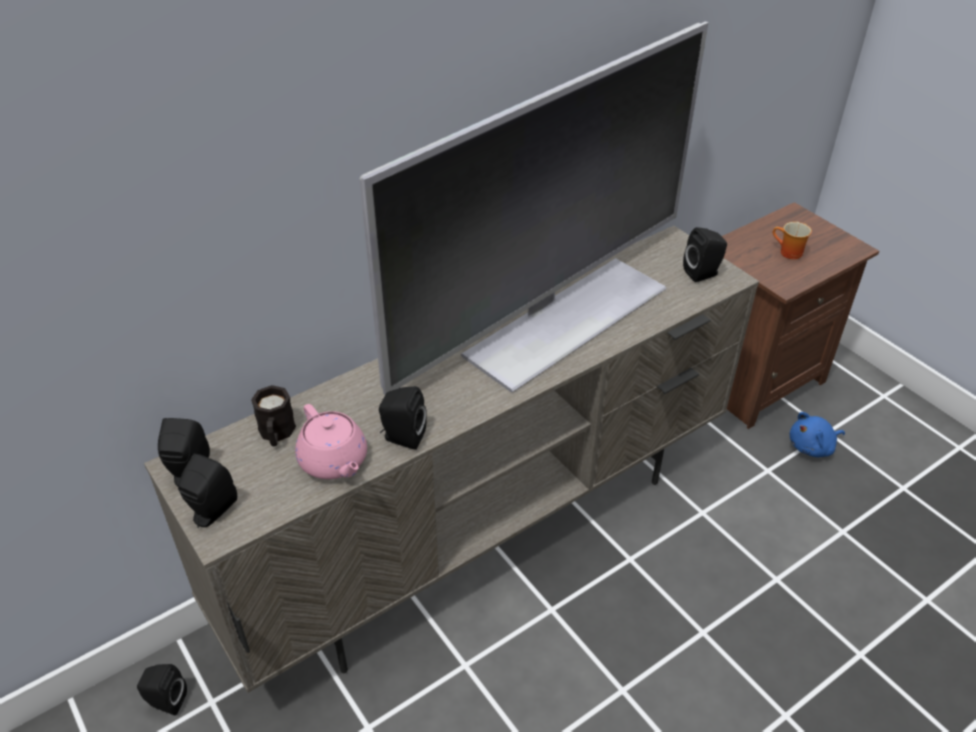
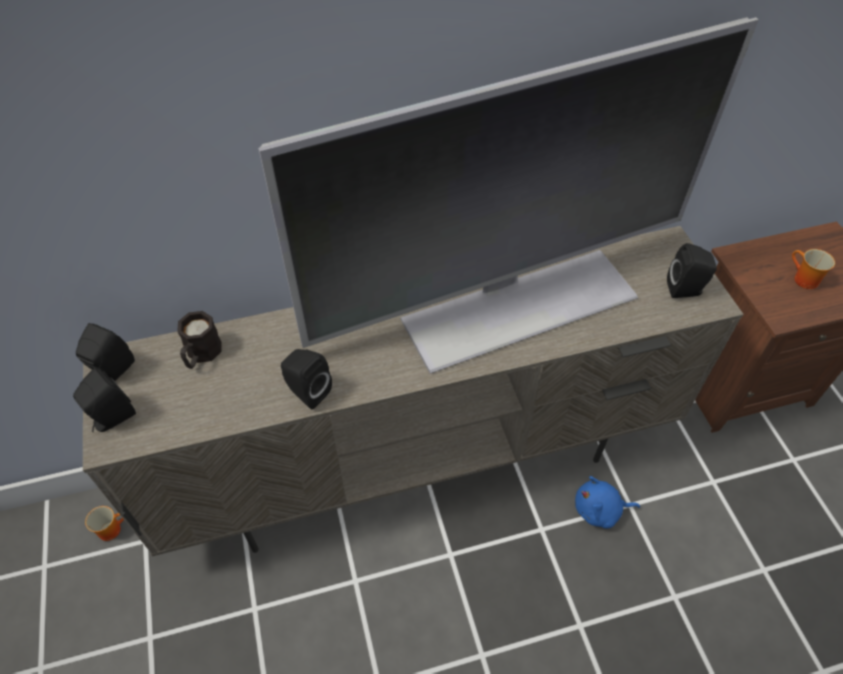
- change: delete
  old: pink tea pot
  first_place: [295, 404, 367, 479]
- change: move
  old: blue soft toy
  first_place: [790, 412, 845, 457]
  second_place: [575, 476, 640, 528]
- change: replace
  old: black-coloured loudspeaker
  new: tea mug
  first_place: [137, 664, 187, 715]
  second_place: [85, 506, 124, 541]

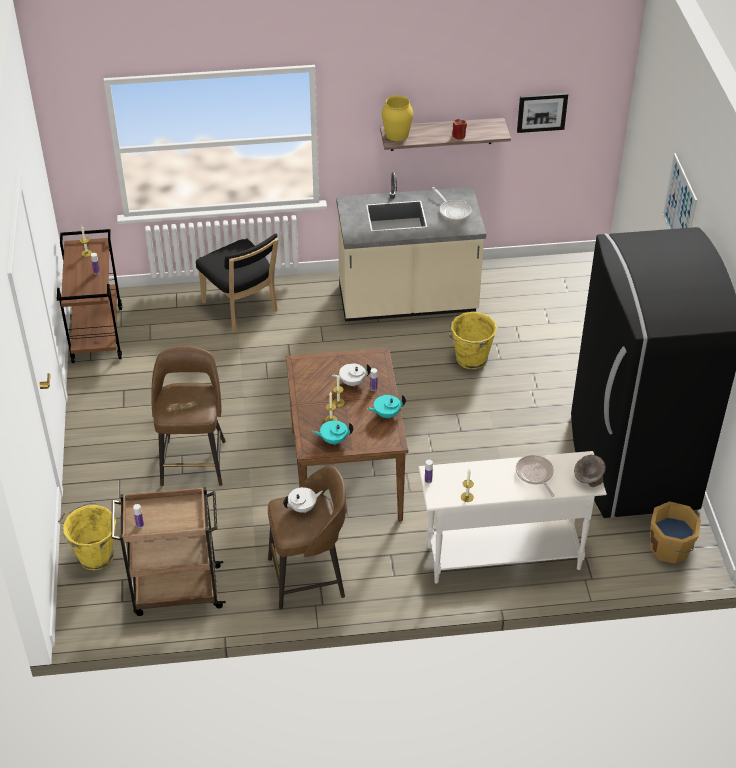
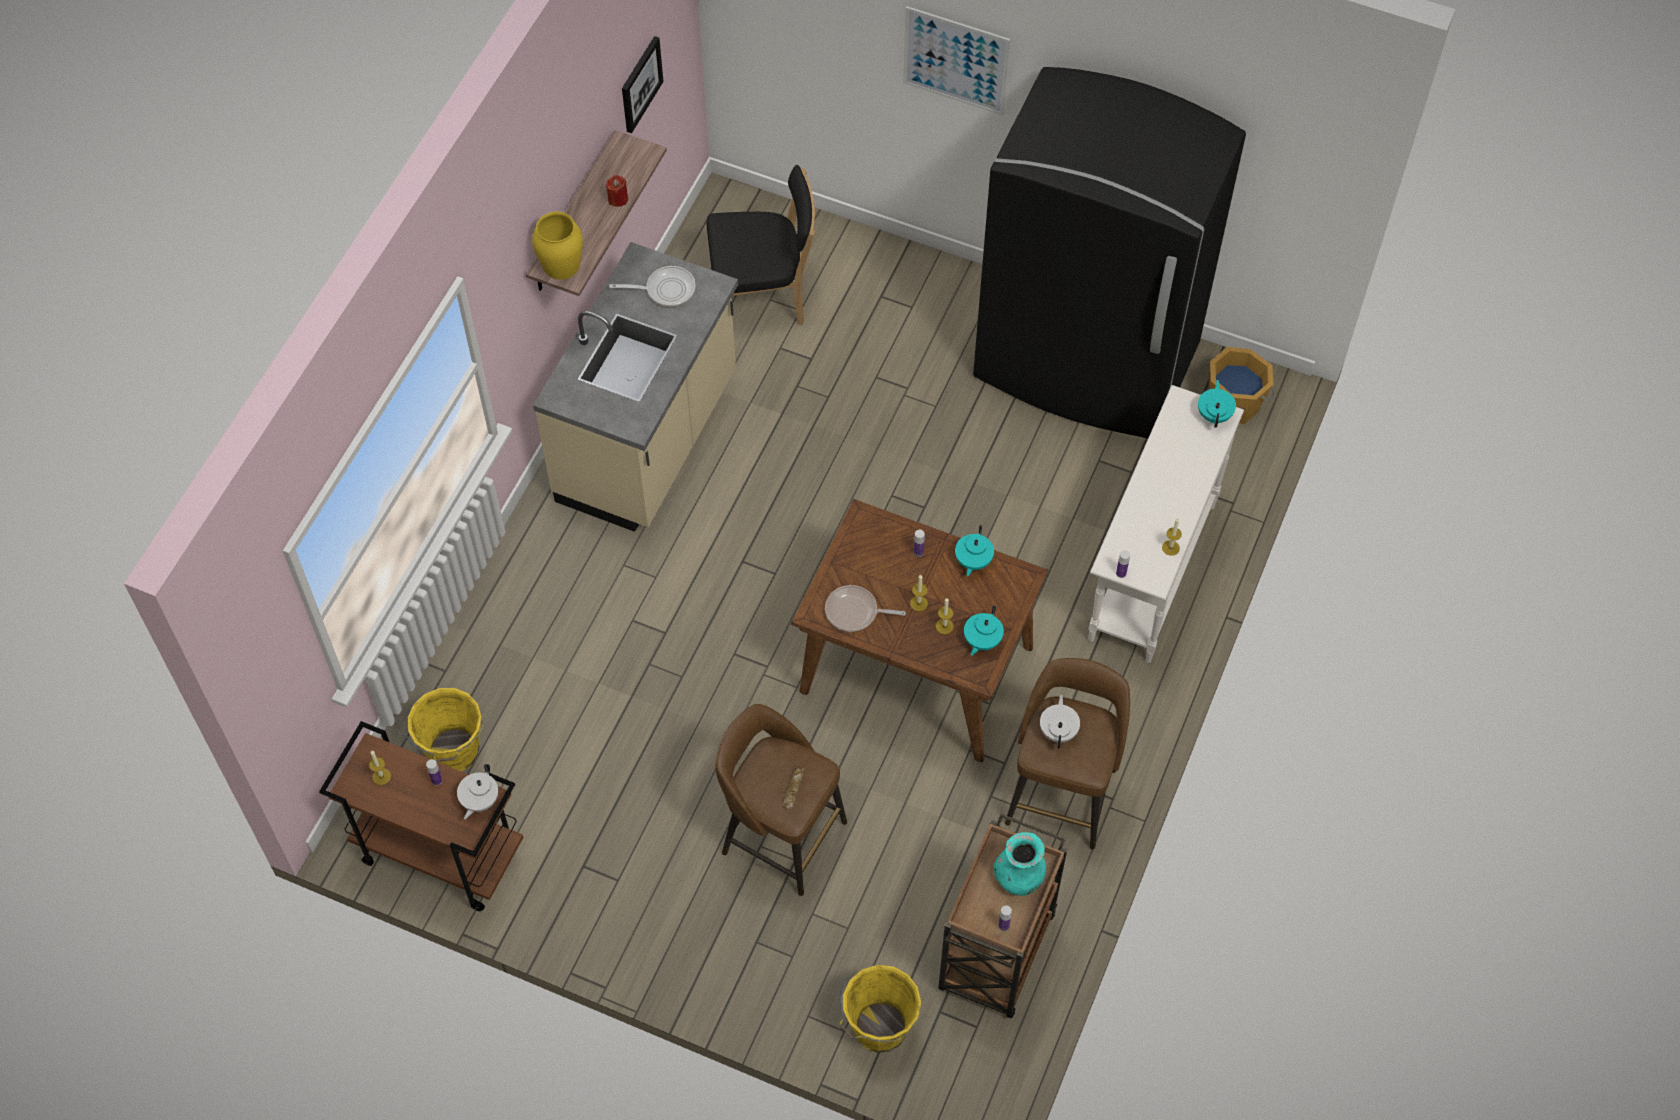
- change: move
  old: black-coloured chair
  first_place: [196, 234, 279, 332]
  second_place: [707, 165, 815, 325]
- change: move
  old: yellow bucket
  first_place: [449, 312, 497, 369]
  second_place: [404, 688, 484, 772]
- change: move
  old: white-coloured tea pot
  first_place: [332, 363, 371, 386]
  second_place: [457, 764, 498, 819]
- change: move
  old: skillet
  first_place: [516, 455, 555, 497]
  second_place: [825, 585, 906, 632]
- change: replace
  old: grey bowl
  new: blue-green tea pot
  first_place: [574, 455, 606, 487]
  second_place: [1198, 380, 1236, 428]
- change: insert
  new: blue-green flower vase
  second_place: [994, 832, 1046, 896]

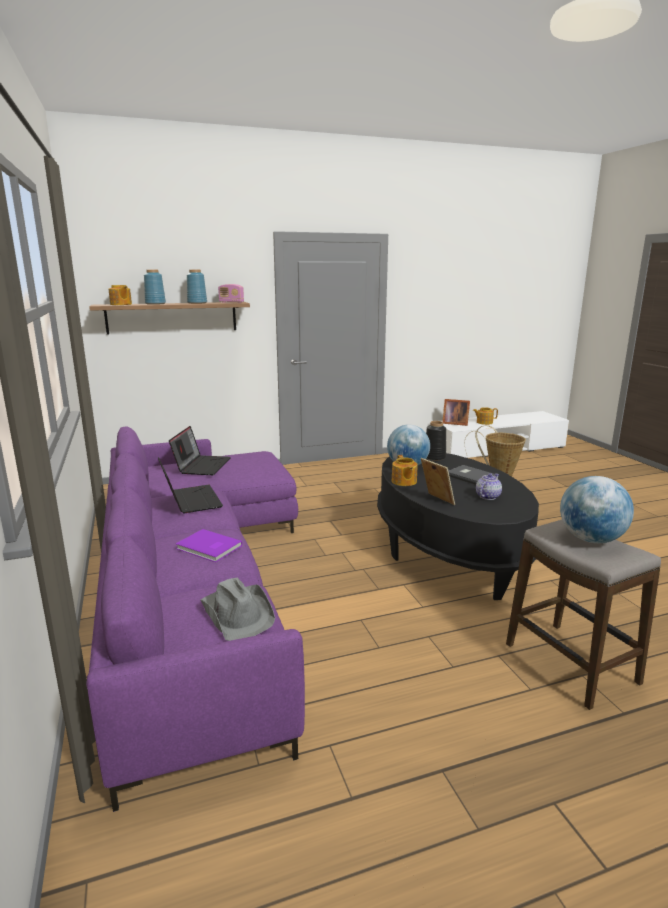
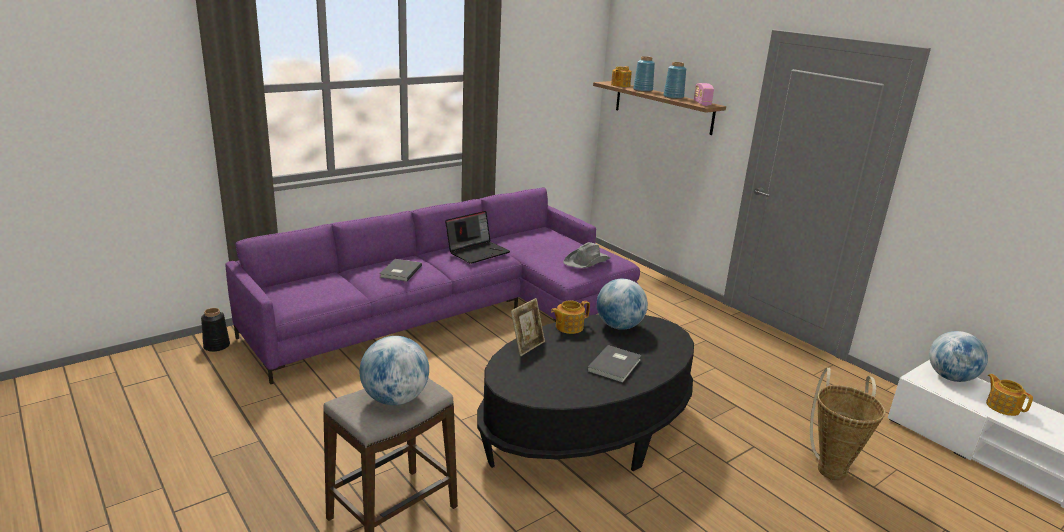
- change: replace
  old: picture frame
  new: world globe
  first_place: [442, 399, 470, 426]
  second_place: [929, 331, 988, 382]
- change: move
  old: black-coloured flower vase
  first_place: [426, 421, 446, 461]
  second_place: [201, 308, 230, 352]
- change: delete
  old: portable computer
  first_place: [169, 426, 231, 475]
- change: delete
  old: tea pot
  first_place: [476, 473, 502, 500]
- change: recolor
  old: purple-coloured bound book
  new: grey bound book
  first_place: [176, 529, 242, 562]
  second_place: [379, 259, 422, 281]
- change: move
  old: grey hat
  first_place: [201, 578, 275, 641]
  second_place: [563, 242, 610, 268]

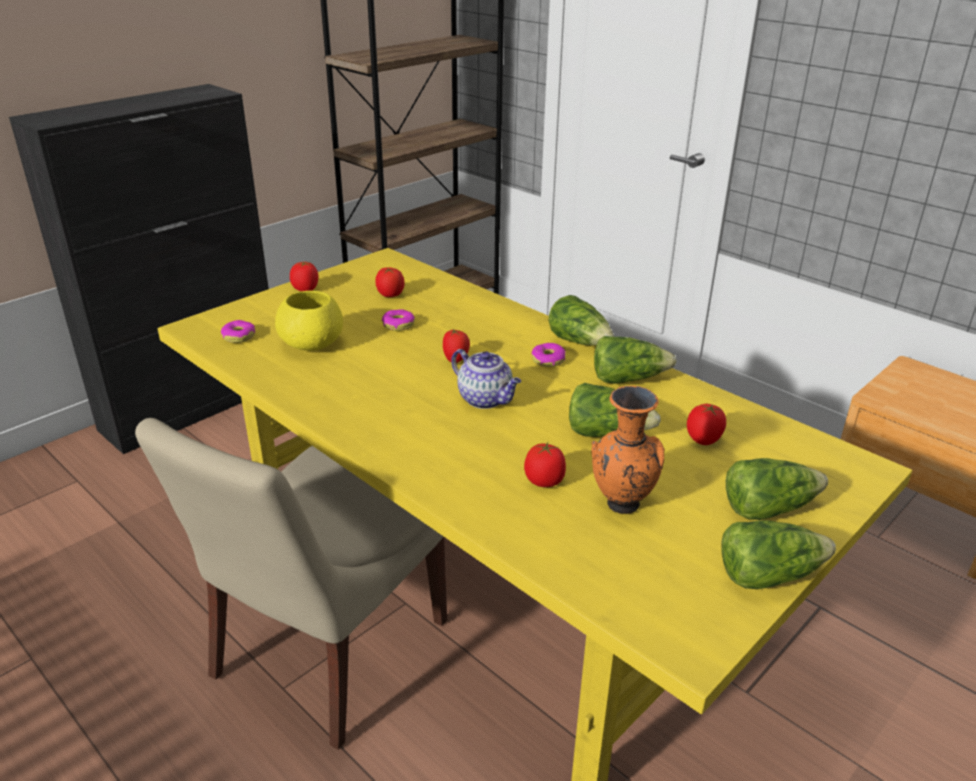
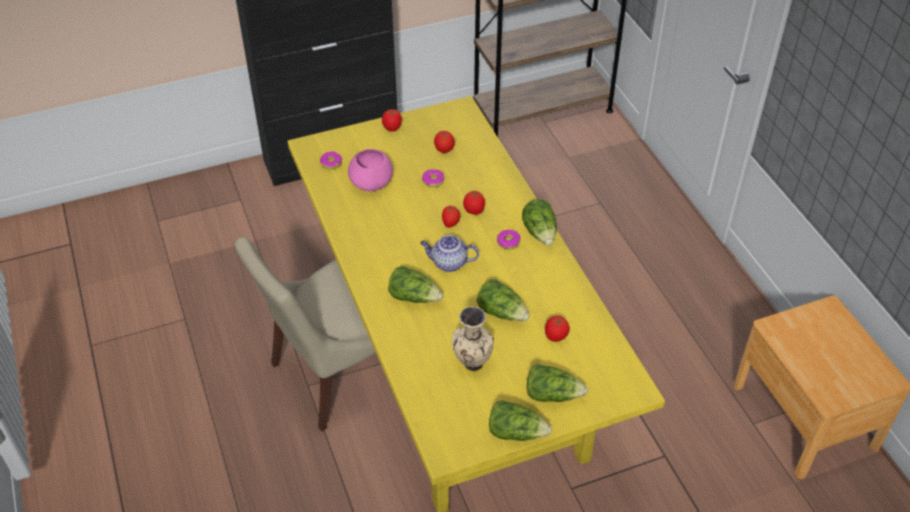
- change: recolor
  old: yellow bowl
  new: pink bowl
  first_place: [275, 291, 343, 351]
  second_place: [348, 149, 393, 191]
- change: move
  old: head of lettuce
  first_place: [594, 336, 677, 384]
  second_place: [388, 266, 443, 303]
- change: rotate
  old: tea pot
  first_place: [451, 349, 521, 409]
  second_place: [420, 235, 479, 272]
  degrees: 120
- change: recolor
  old: orange-coloured flower vase
  new: sand-coloured flower vase
  first_place: [591, 386, 665, 514]
  second_place: [452, 306, 494, 371]
- change: move
  old: whole tomato
  first_place: [524, 442, 566, 487]
  second_place: [463, 191, 485, 215]

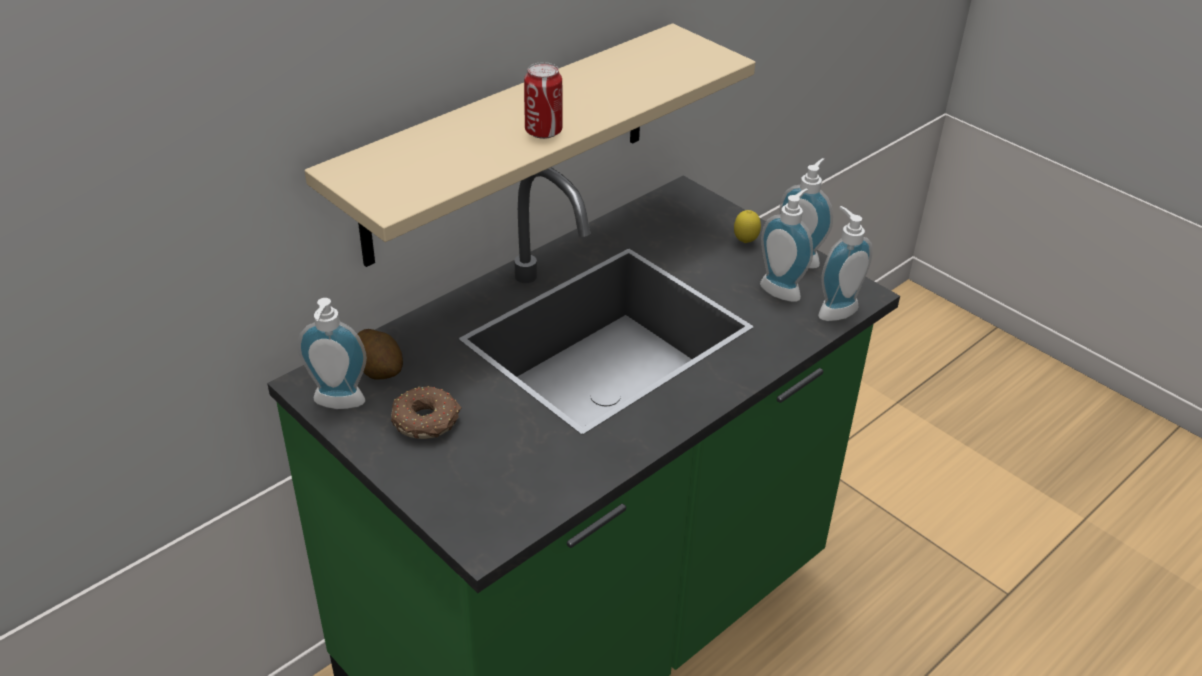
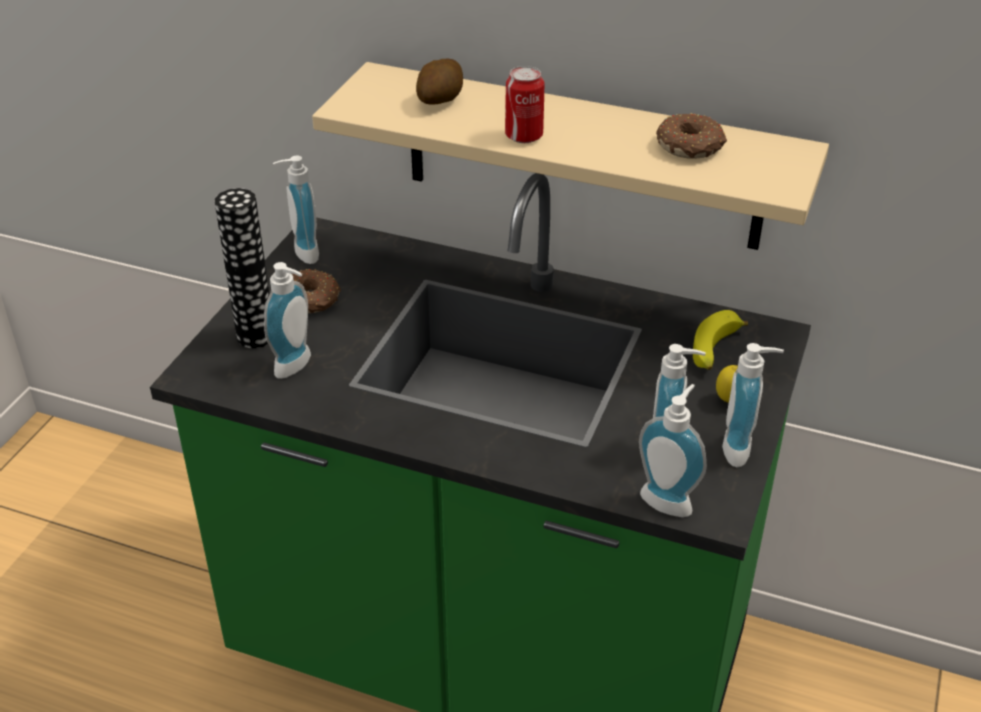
- change: move
  old: whole potato
  first_place: [358, 329, 403, 379]
  second_place: [416, 58, 463, 105]
- change: insert
  new: donut
  second_place: [656, 113, 727, 159]
- change: insert
  new: flower vase
  second_place: [214, 188, 269, 348]
- change: insert
  new: soap bottle
  second_place: [264, 262, 311, 379]
- change: insert
  new: banana fruit
  second_place: [693, 310, 748, 370]

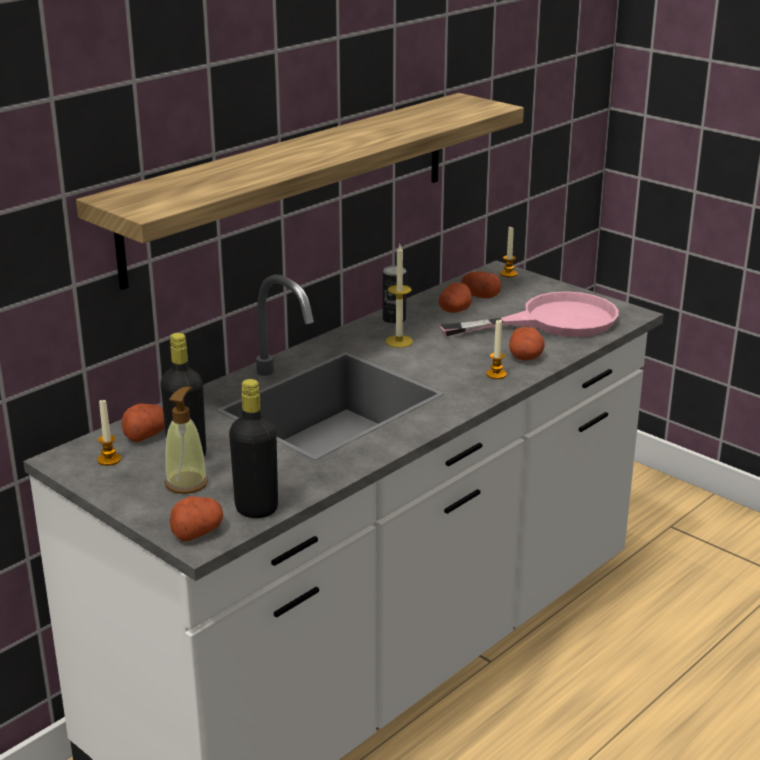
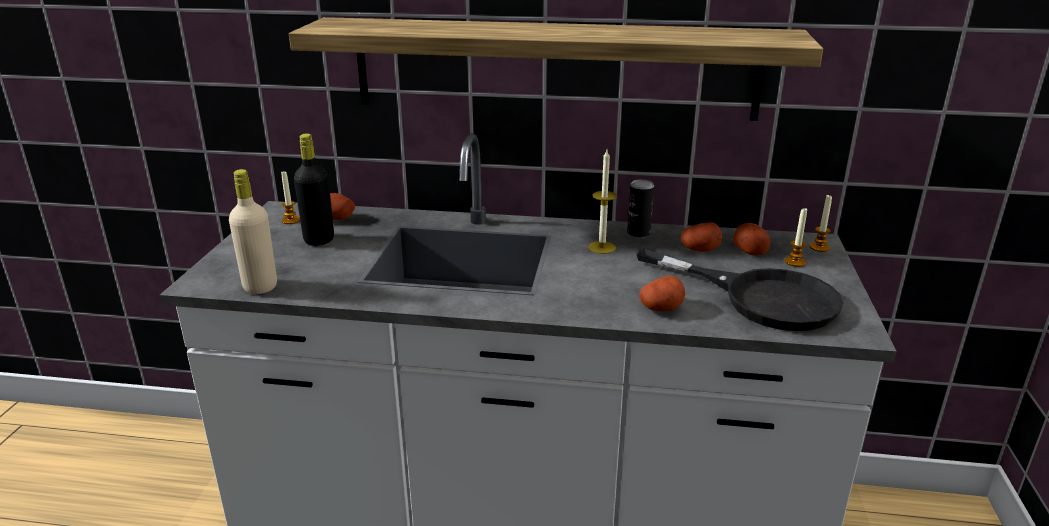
- change: recolor
  old: pink skillet
  new: black-coloured skillet
  first_place: [440, 291, 619, 337]
  second_place: [636, 249, 843, 331]
- change: move
  old: wax light
  first_place: [486, 320, 507, 379]
  second_place: [785, 207, 807, 267]
- change: recolor
  old: black-coloured drink bottle
  new: sand-coloured drink bottle
  first_place: [229, 379, 278, 518]
  second_place: [229, 169, 277, 294]
- change: delete
  old: soap bottle
  first_place: [165, 387, 208, 494]
- change: delete
  old: whole potato
  first_place: [170, 496, 223, 541]

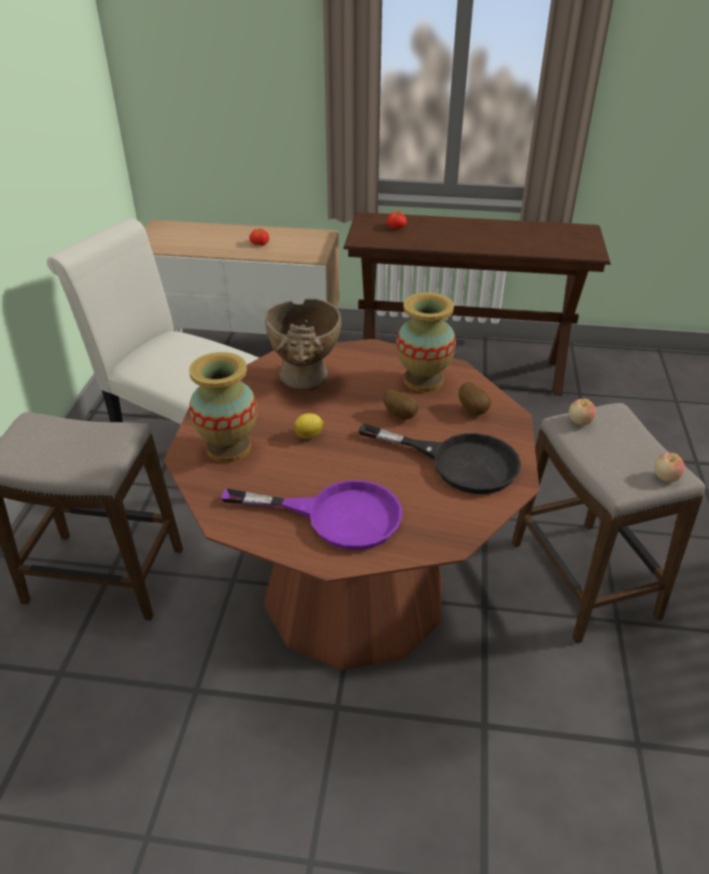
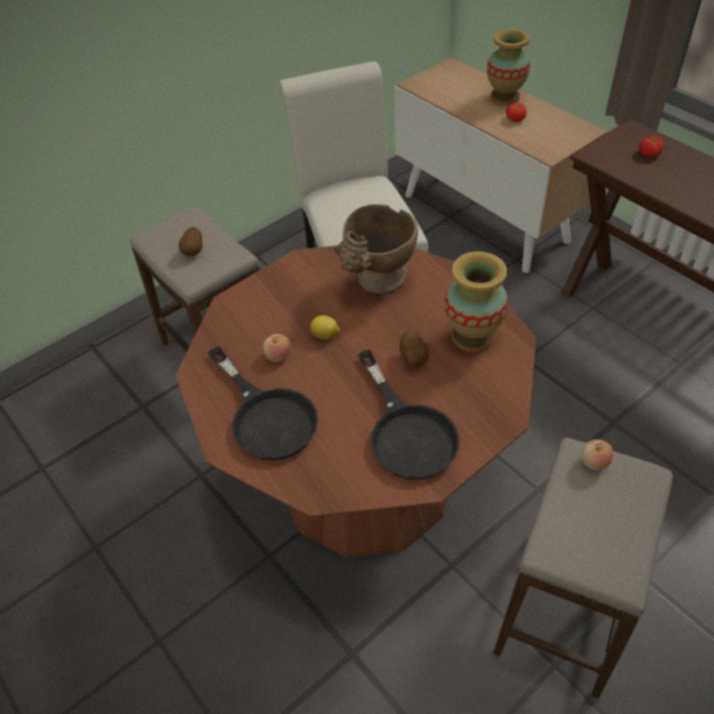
- change: move
  old: flower vase
  first_place: [189, 352, 257, 463]
  second_place: [487, 29, 530, 105]
- change: move
  old: whole potato
  first_place: [459, 382, 491, 415]
  second_place: [179, 227, 203, 256]
- change: move
  old: whole apple
  first_place: [654, 453, 685, 482]
  second_place: [263, 334, 291, 362]
- change: recolor
  old: purple-coloured skillet
  new: black-coloured skillet
  first_place: [221, 480, 402, 550]
  second_place: [208, 346, 318, 460]

